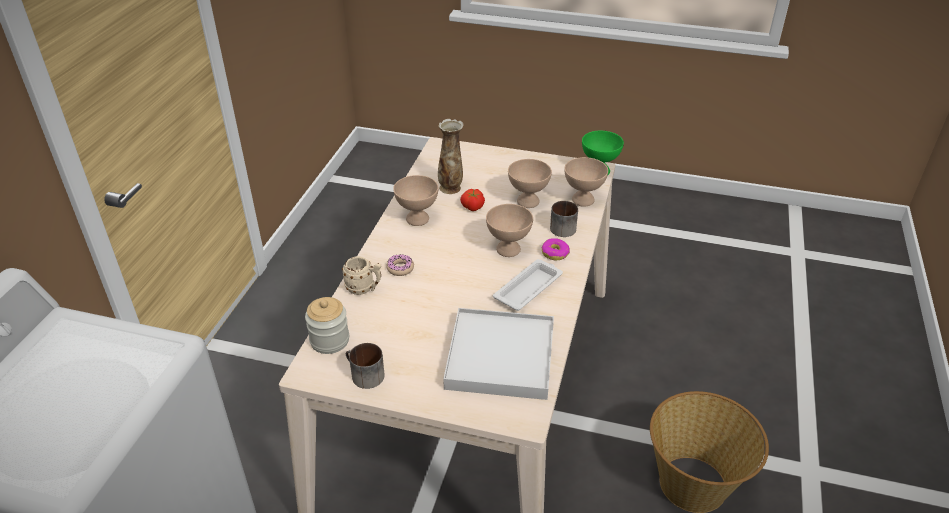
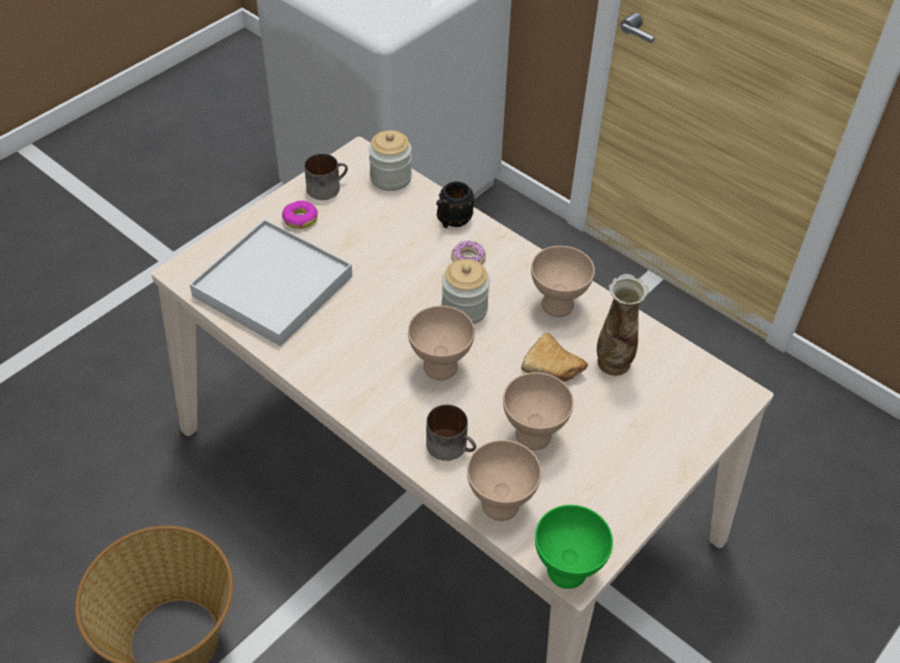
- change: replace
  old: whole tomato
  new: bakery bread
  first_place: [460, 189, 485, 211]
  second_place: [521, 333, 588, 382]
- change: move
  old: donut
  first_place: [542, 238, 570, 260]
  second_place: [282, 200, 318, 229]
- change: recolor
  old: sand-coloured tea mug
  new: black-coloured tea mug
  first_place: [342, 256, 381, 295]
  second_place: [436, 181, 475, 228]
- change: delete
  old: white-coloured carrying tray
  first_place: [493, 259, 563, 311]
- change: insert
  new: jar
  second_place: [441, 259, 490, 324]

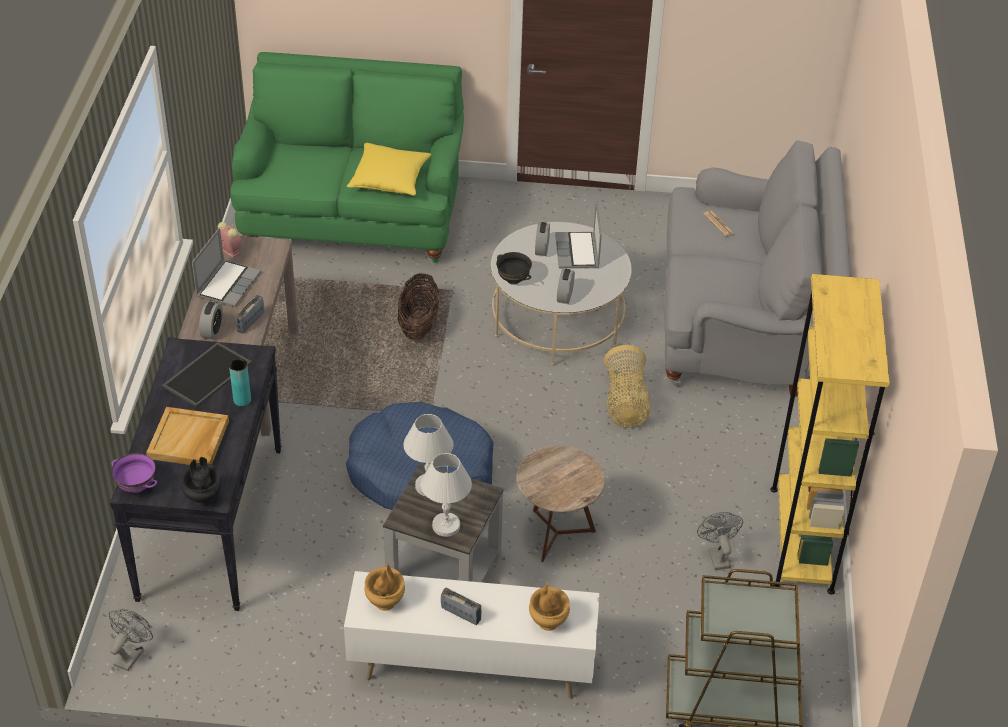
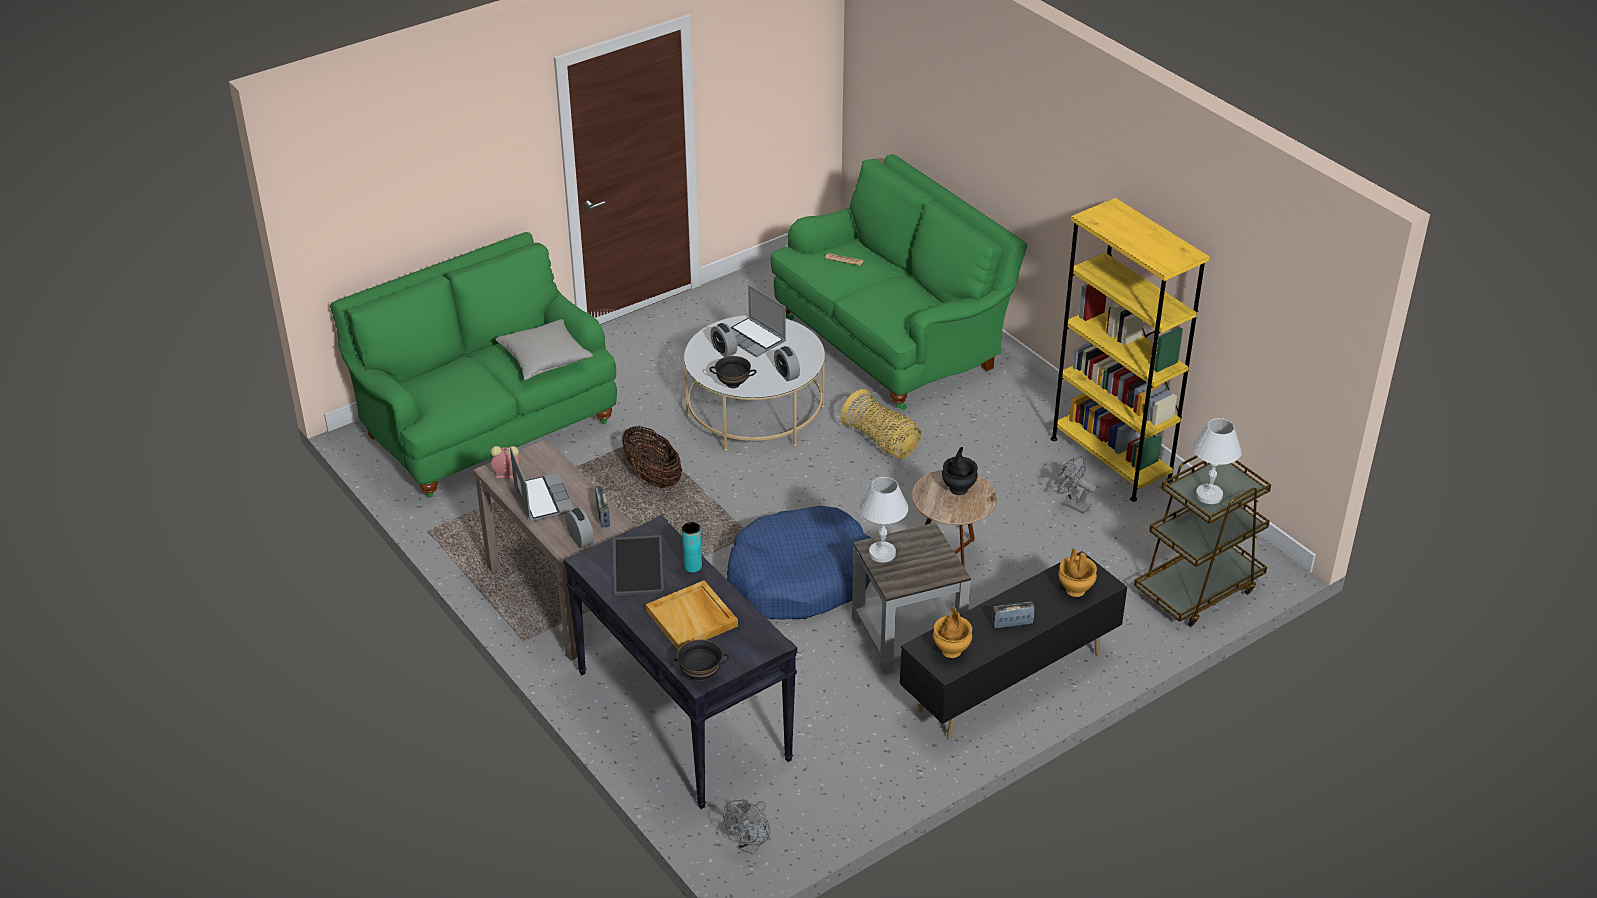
- change: recolor
  old: grey settee
  new: greenish settee
  first_place: [664, 141, 851, 396]
  second_place: [771, 154, 1027, 410]
- change: recolor
  old: yellow cushion
  new: grey cushion
  first_place: [347, 143, 431, 196]
  second_place: [495, 319, 593, 380]
- change: recolor
  old: purple-coloured bowl
  new: black-coloured bowl
  first_place: [112, 453, 157, 493]
  second_place: [670, 639, 730, 681]
- change: move
  old: white-coloured table lamp
  first_place: [421, 453, 472, 537]
  second_place: [1192, 418, 1242, 504]
- change: move
  old: black-coloured flower vase
  first_place: [180, 457, 222, 506]
  second_place: [942, 447, 978, 495]
- change: recolor
  old: white-coloured tv unit
  new: black-coloured tv unit
  first_place: [344, 571, 599, 699]
  second_place: [900, 551, 1127, 739]
- change: rotate
  old: grey cooling fan
  first_place: [108, 609, 153, 671]
  second_place: [723, 800, 770, 855]
  degrees: -135

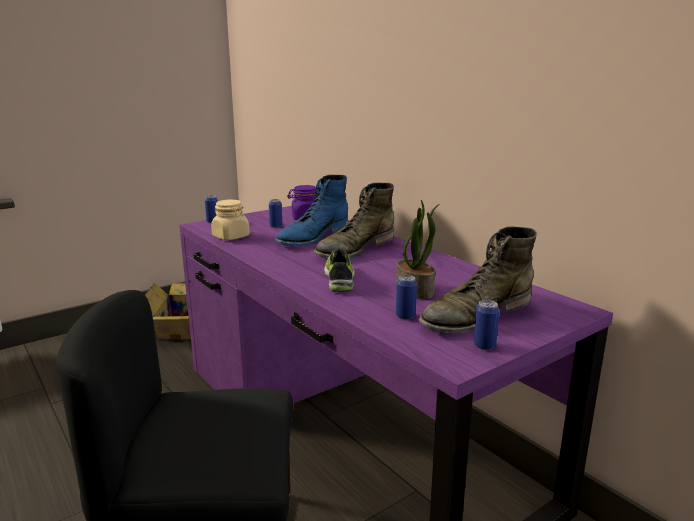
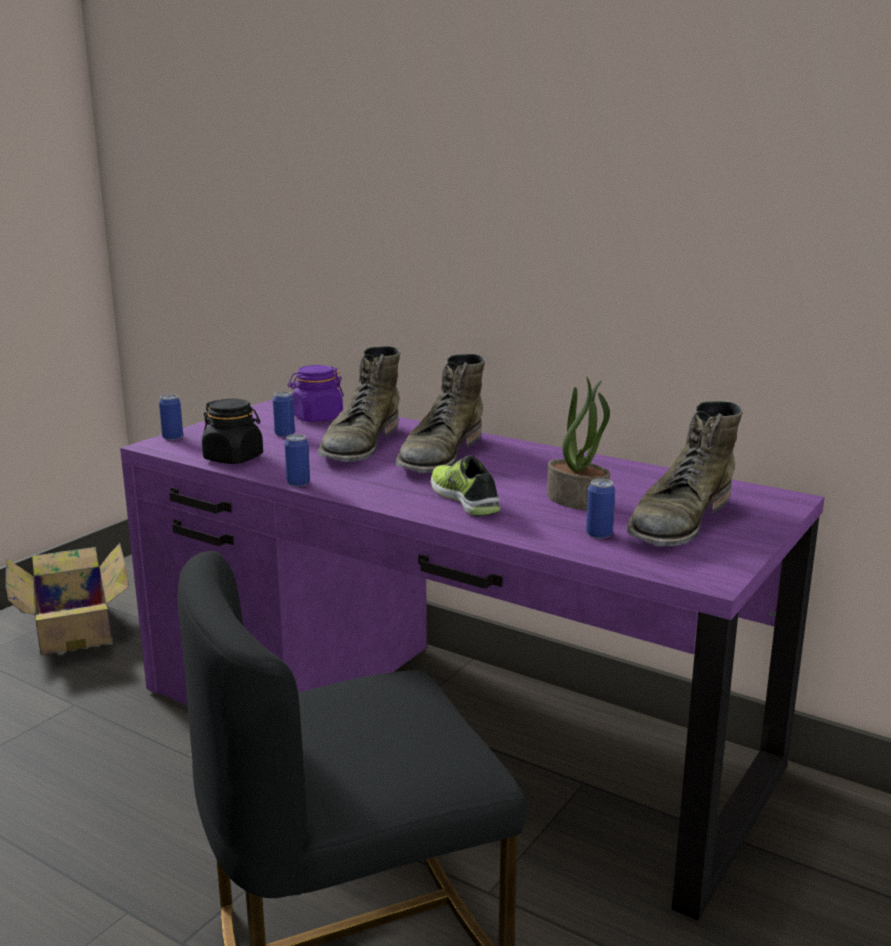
- change: recolor
  old: blue high-top boot
  new: greenish high-top boot
  first_place: [275, 175, 348, 246]
  second_place: [318, 346, 400, 462]
- change: recolor
  old: sand-coloured jar
  new: black-coloured jar
  first_place: [211, 200, 250, 240]
  second_place: [202, 399, 263, 464]
- change: move
  old: sealed can
  first_place: [474, 300, 500, 350]
  second_place: [284, 434, 310, 487]

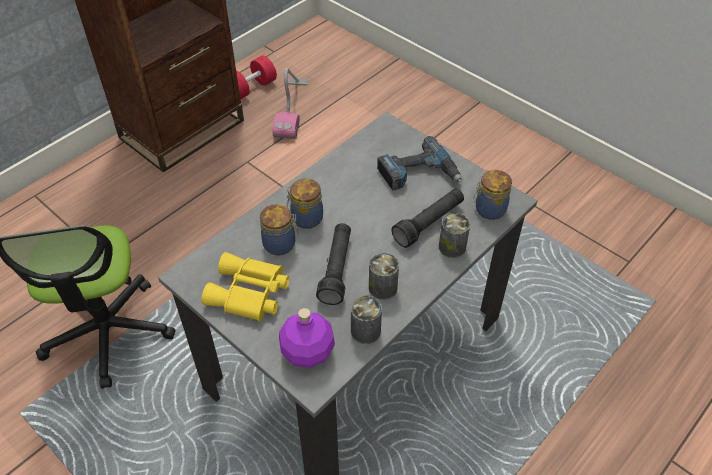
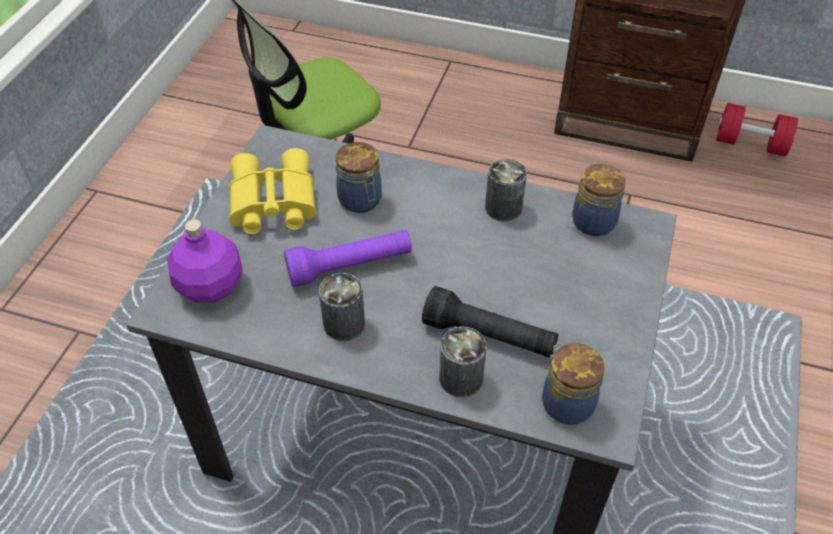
- change: delete
  old: hoover
  first_place: [272, 68, 308, 139]
- change: delete
  old: power drill
  first_place: [377, 136, 462, 191]
- change: move
  old: jar
  first_place: [286, 178, 323, 229]
  second_place: [572, 163, 626, 236]
- change: recolor
  old: black-coloured hand torch
  new: purple-coloured hand torch
  first_place: [316, 223, 351, 305]
  second_place: [284, 230, 412, 287]
- change: move
  old: sealed can
  first_place: [351, 295, 382, 344]
  second_place: [485, 159, 527, 221]

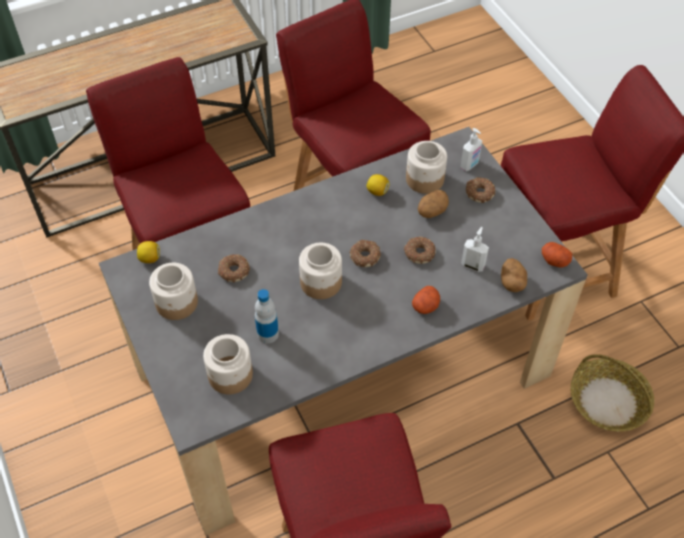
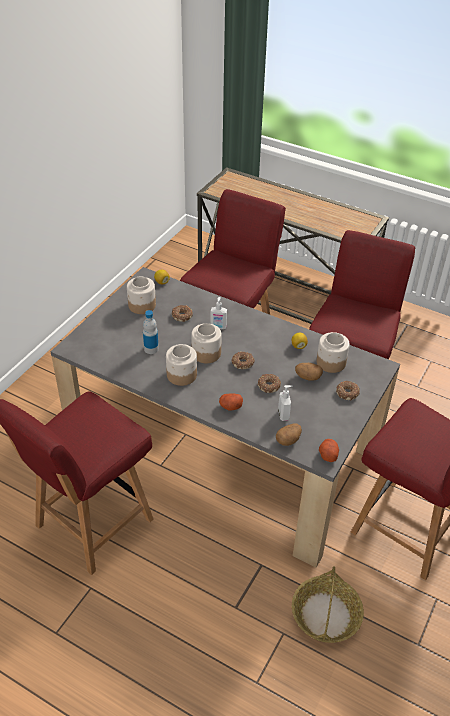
- change: move
  old: soap bottle
  first_place: [460, 128, 482, 171]
  second_place: [211, 297, 227, 329]
- change: move
  old: jar
  first_place: [203, 334, 253, 394]
  second_place: [166, 344, 197, 386]

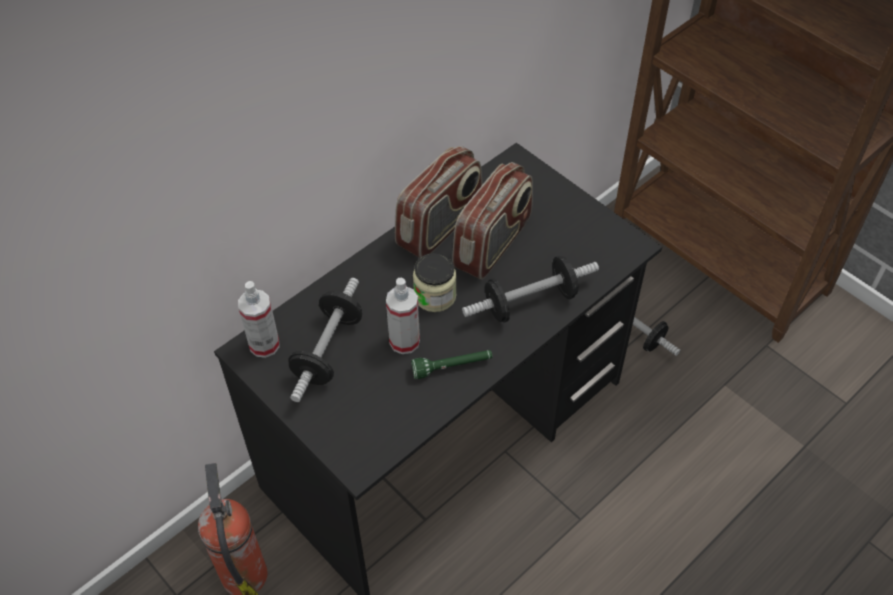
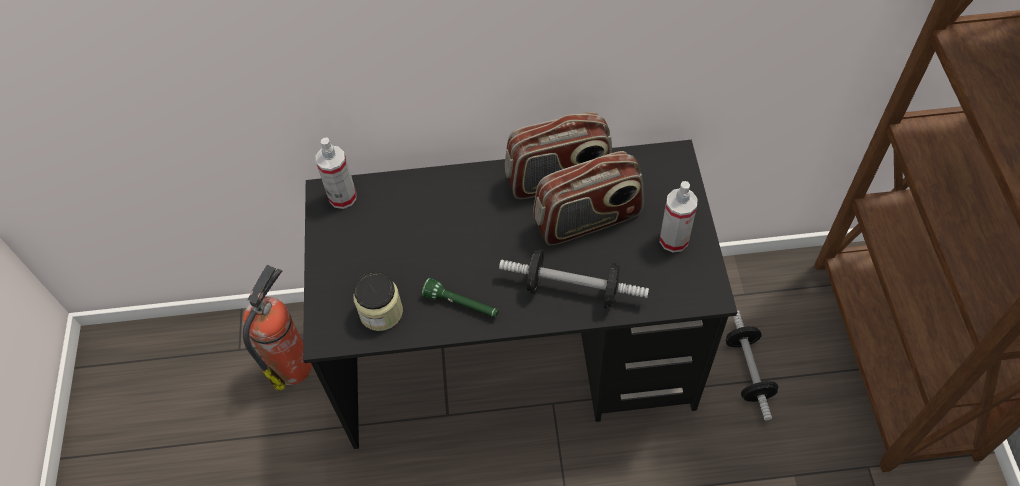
- change: move
  old: jar
  first_place: [413, 253, 457, 312]
  second_place: [353, 272, 403, 331]
- change: delete
  old: dumbbell
  first_place: [289, 278, 362, 402]
- change: move
  old: spray bottle
  first_place: [386, 278, 420, 354]
  second_place: [660, 181, 698, 253]

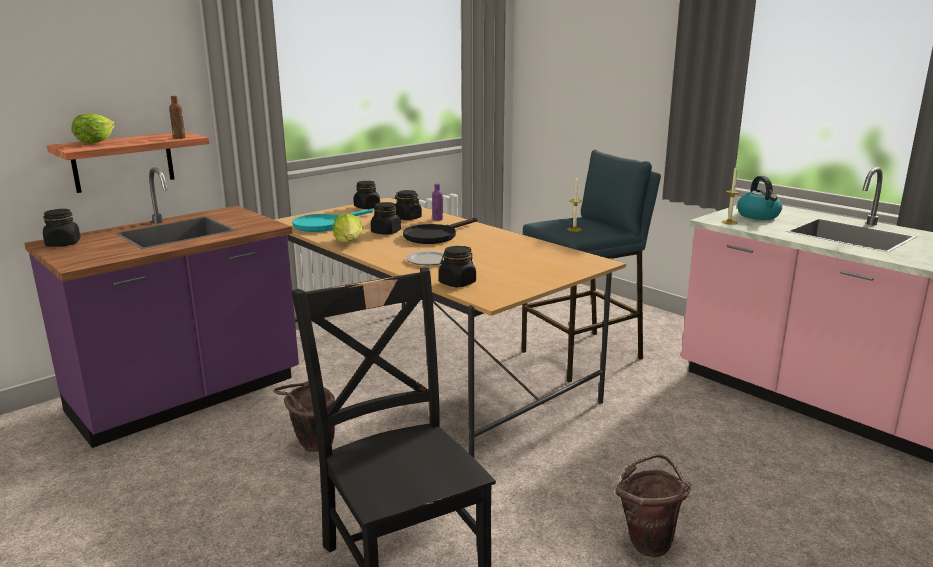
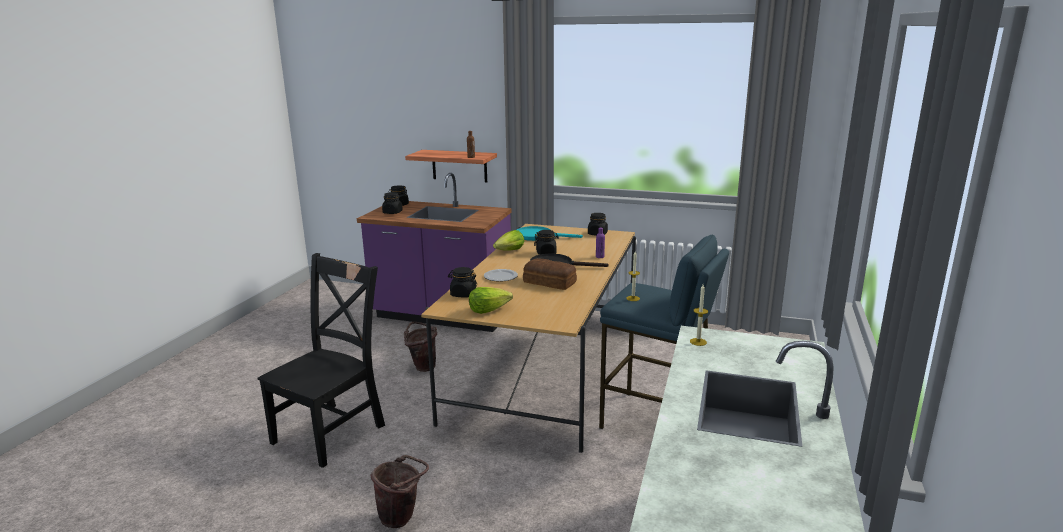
- change: move
  old: head of lettuce
  first_place: [71, 114, 115, 144]
  second_place: [469, 287, 513, 314]
- change: delete
  old: water kettle
  first_place: [737, 176, 782, 220]
- change: move
  old: black-coloured jar
  first_place: [395, 190, 422, 220]
  second_place: [382, 192, 403, 214]
- change: insert
  new: bakery bread
  second_place: [523, 258, 577, 290]

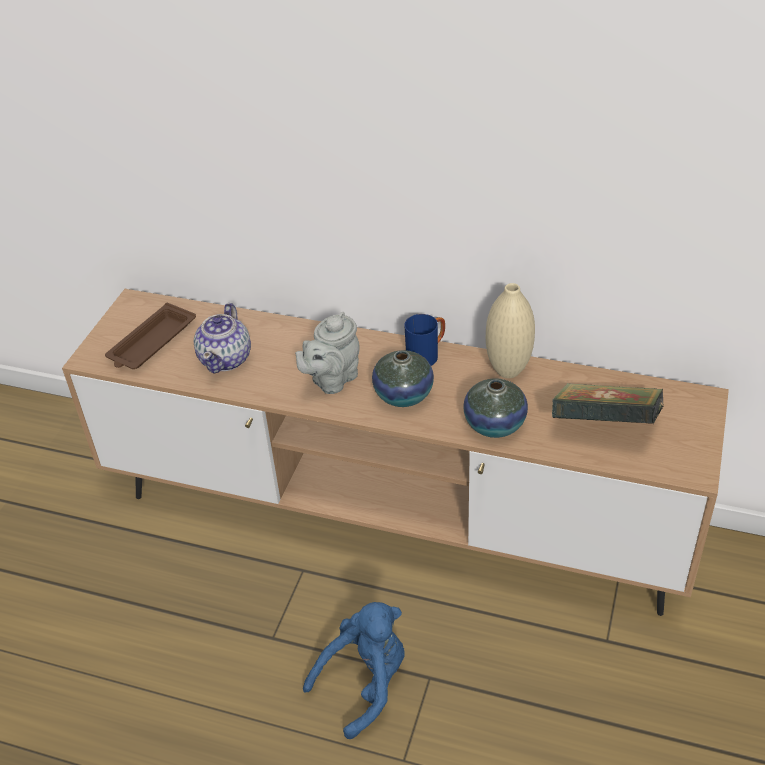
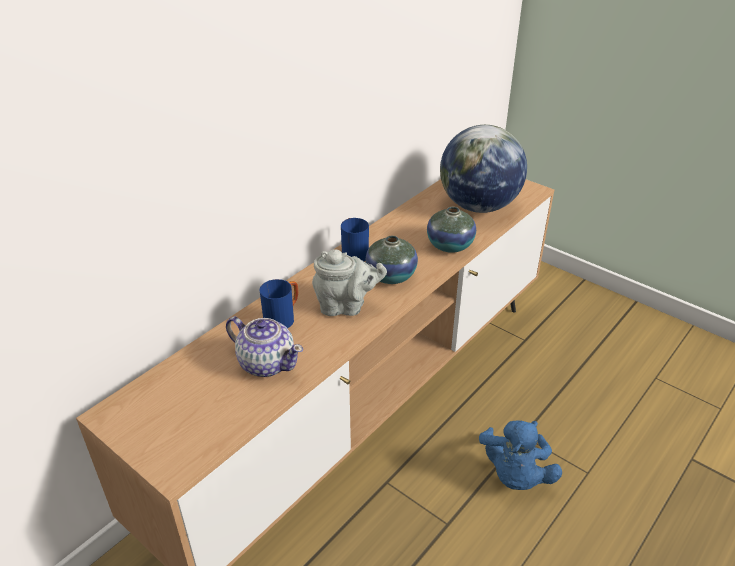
- change: delete
  old: sand-coloured flower vase
  first_place: [486, 283, 535, 378]
- change: delete
  old: brownish carrying tray
  first_place: [105, 303, 196, 369]
- change: rotate
  old: grey tea pot
  first_place: [295, 312, 360, 394]
  second_place: [312, 249, 387, 316]
  degrees: -60
- change: replace
  old: bound book
  new: world globe
  first_place: [552, 383, 663, 424]
  second_place: [440, 125, 527, 213]
- change: rotate
  old: blue soft toy
  first_place: [303, 602, 405, 739]
  second_place: [479, 420, 562, 490]
  degrees: -150
- change: insert
  new: blue tea mug
  second_place: [260, 279, 298, 328]

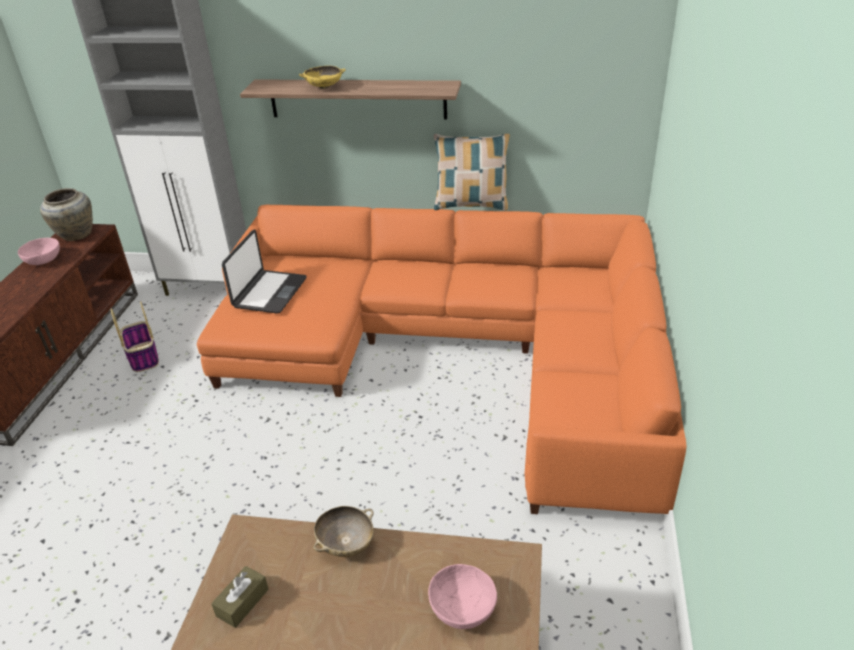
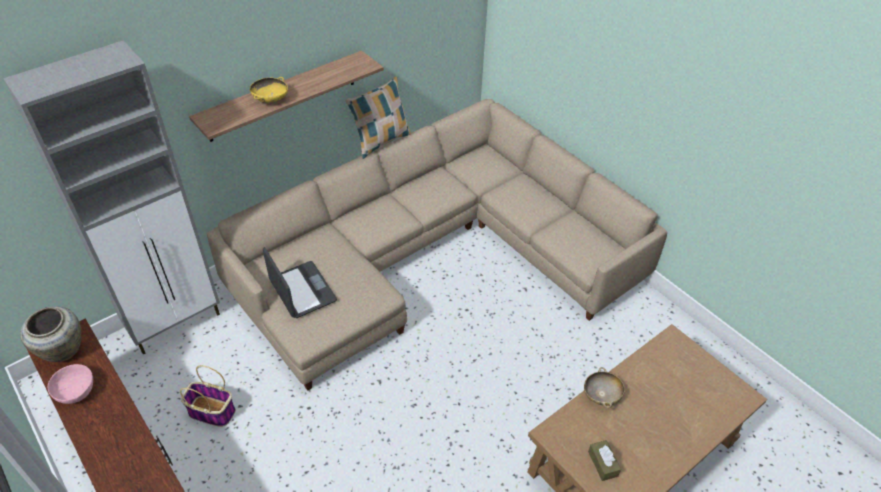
- change: recolor
  old: orange-coloured settee
  new: sand-coloured settee
  first_place: [197, 205, 686, 514]
  second_place: [207, 99, 667, 391]
- change: delete
  old: pink bowl
  first_place: [428, 564, 497, 629]

